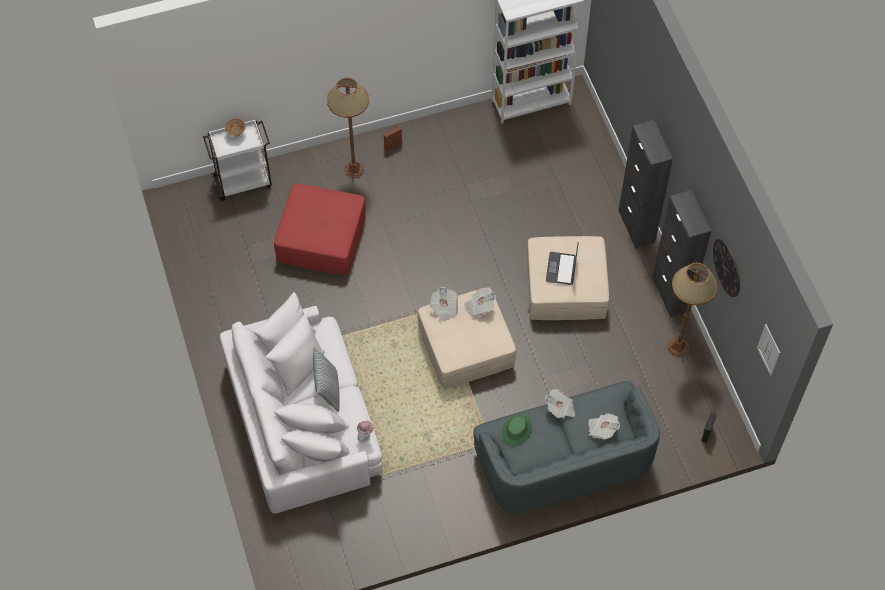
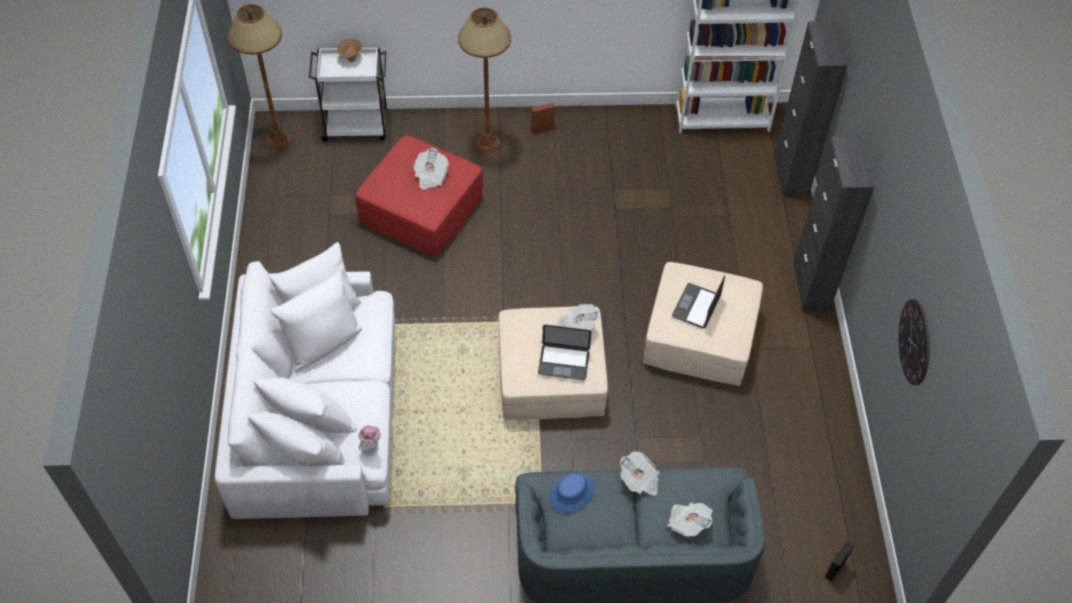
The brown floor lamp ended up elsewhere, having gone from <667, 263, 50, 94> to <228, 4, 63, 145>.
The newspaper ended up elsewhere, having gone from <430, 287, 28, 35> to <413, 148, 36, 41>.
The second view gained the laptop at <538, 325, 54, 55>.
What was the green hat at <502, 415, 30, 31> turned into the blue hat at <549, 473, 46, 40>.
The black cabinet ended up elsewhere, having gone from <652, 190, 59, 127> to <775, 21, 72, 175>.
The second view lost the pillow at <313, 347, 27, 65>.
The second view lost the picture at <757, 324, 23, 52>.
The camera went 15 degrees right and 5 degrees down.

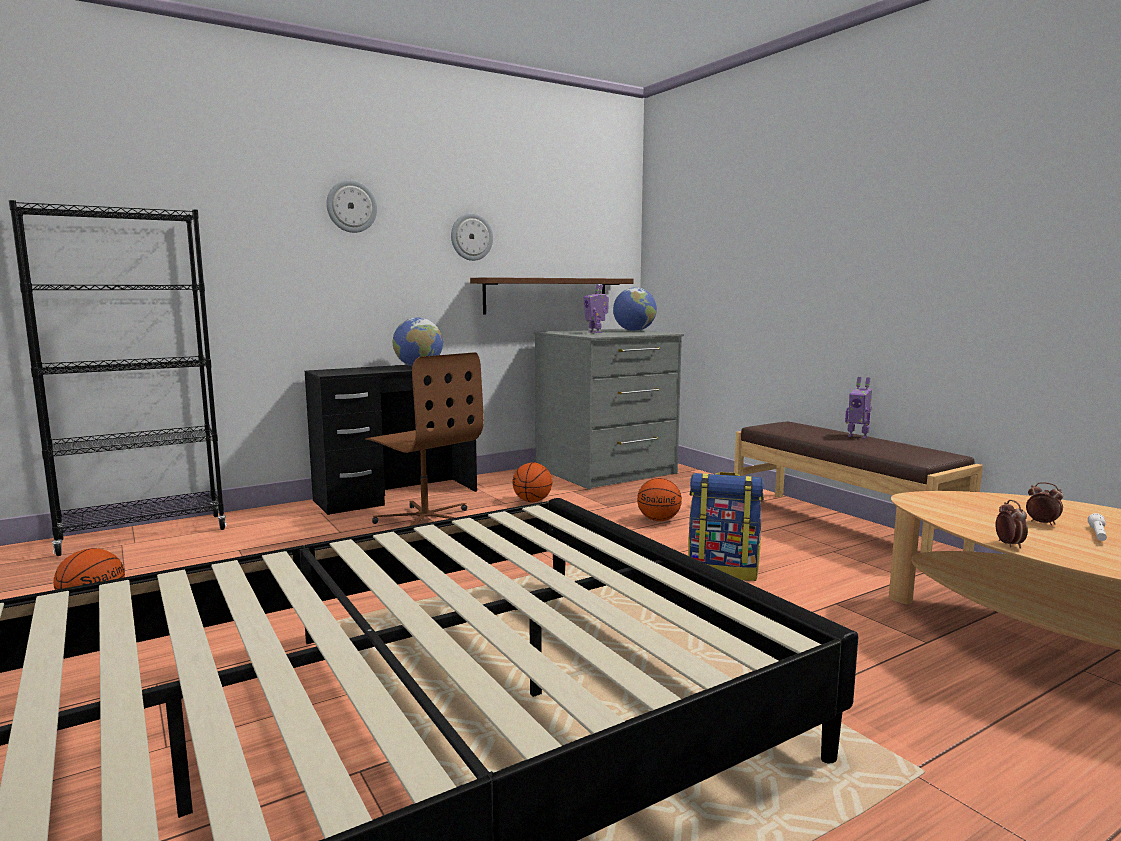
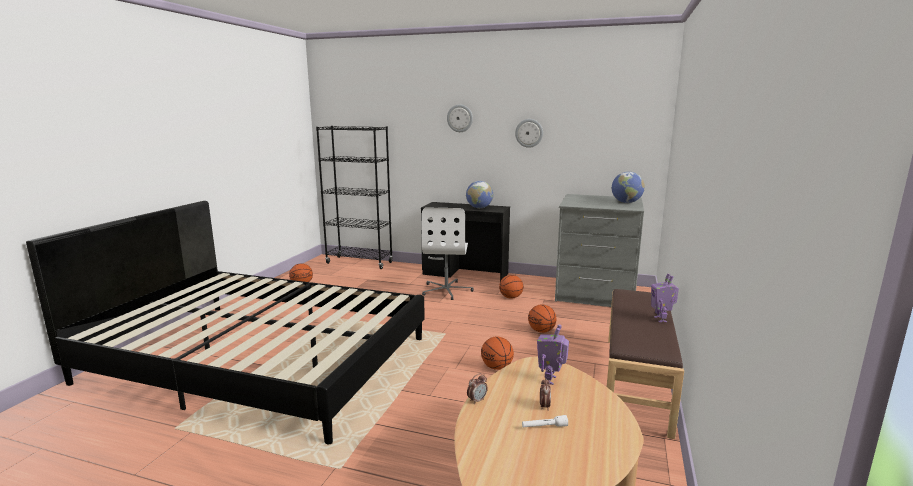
What was the brown office chair at <365, 352, 119, 174> turned into the white office chair at <422, 207, 52, 93>.
Where the backpack stood at <688, 472, 76, 109>, the basketball came to stand at <481, 337, 33, 33>.
The toy robot ended up elsewhere, having gone from <583, 284, 26, 49> to <537, 324, 32, 61>.
The second view lost the brown shelf at <470, 277, 164, 38>.
The camera went 50 degrees right and 5 degrees up.

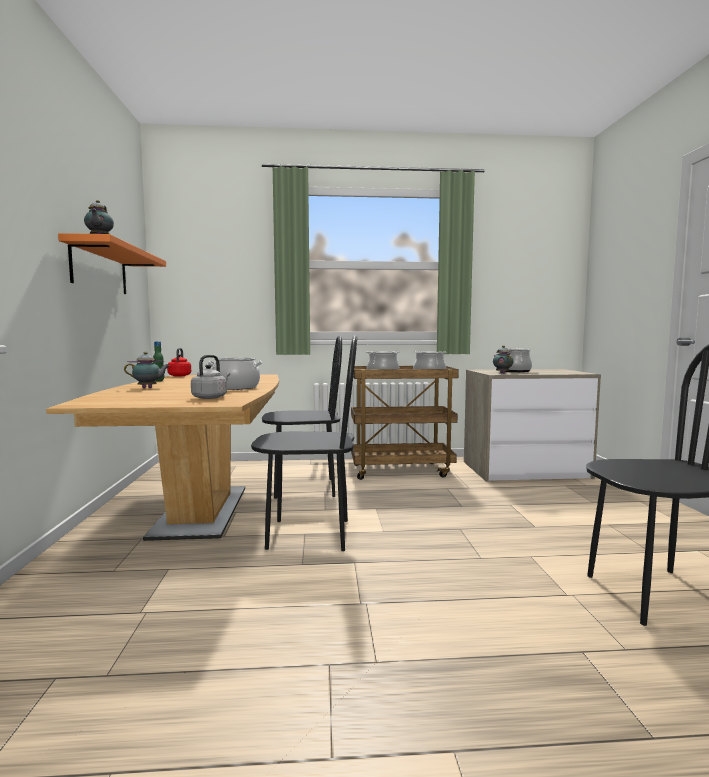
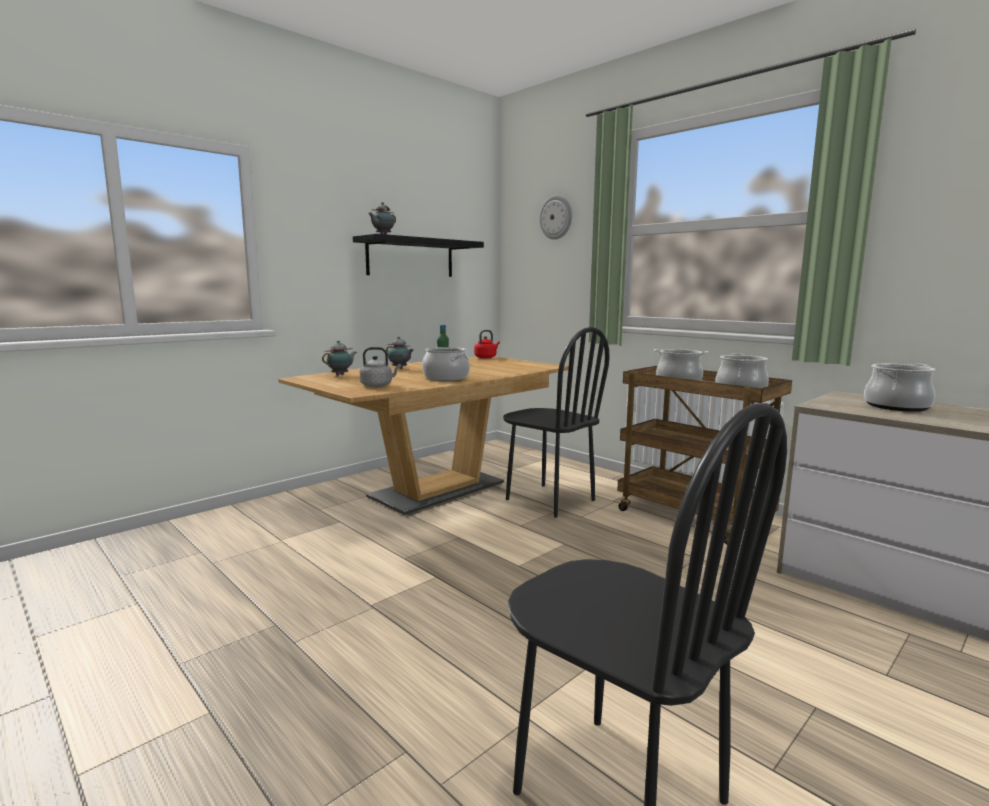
The teapot ended up elsewhere, having gone from <493, 346, 20, 28> to <322, 340, 35, 36>.
What was the orange shelf at <58, 233, 108, 61> turned into the black shelf at <353, 234, 131, 43>.
The second view gained the wall clock at <539, 195, 33, 45>.
The second view lost the black chair at <251, 335, 106, 216>.
The camera went 50 degrees right and 5 degrees up.

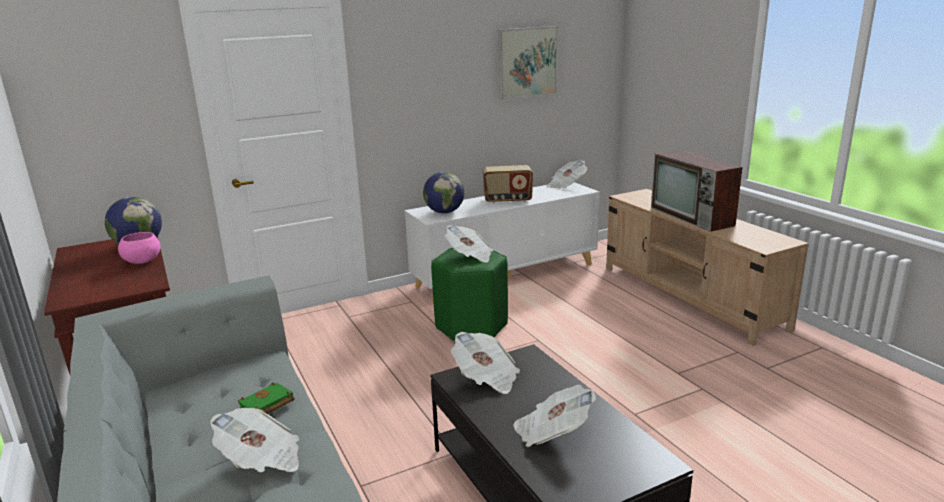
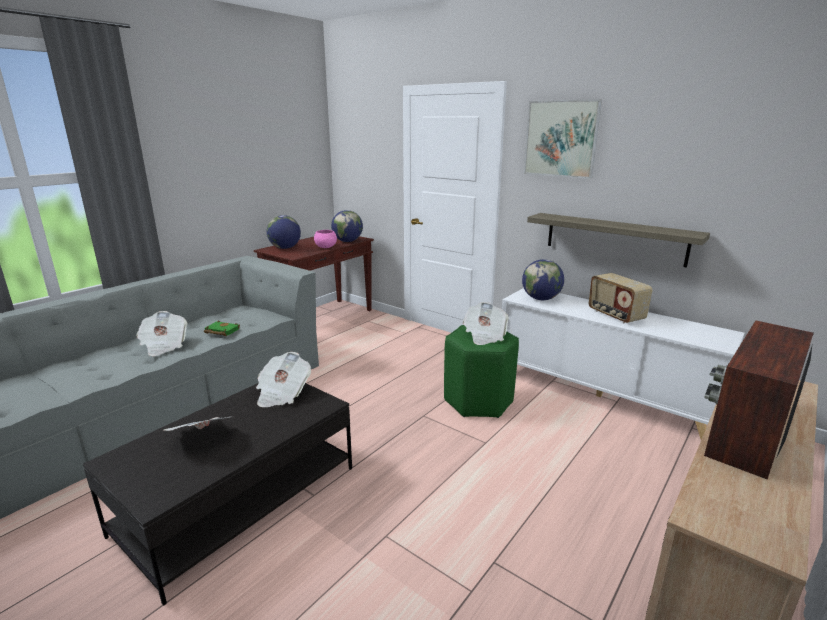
The second view gained the globe at <267, 215, 34, 34>.
The picture ended up elsewhere, having gone from <498, 26, 60, 74> to <524, 99, 78, 80>.
The second view gained the shelf at <527, 213, 183, 55>.
The second view lost the newspaper at <547, 160, 40, 29>.
The camera went 65 degrees right and 0 degrees up.

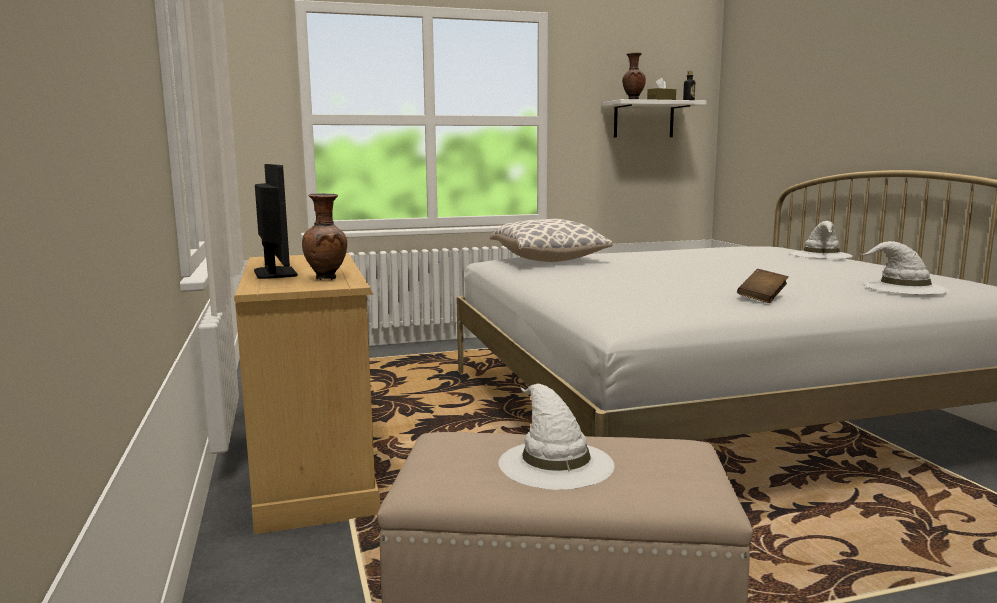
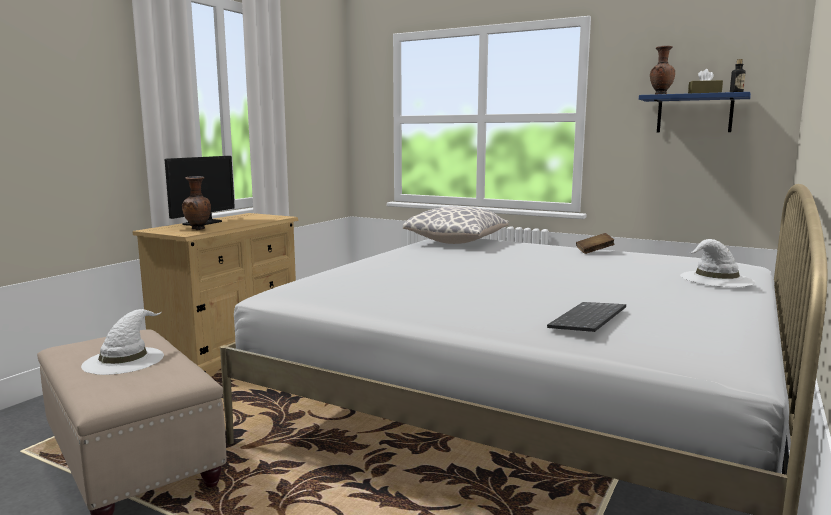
Where the white hat stood at <859, 241, 91, 53>, the keyboard came to stand at <547, 302, 79, 30>.
The brown book ended up elsewhere, having gone from <737, 269, 52, 34> to <576, 233, 39, 21>.
What was the white shelf at <603, 99, 103, 38> turned into the blue shelf at <639, 92, 112, 40>.
The camera went 45 degrees right and 0 degrees up.

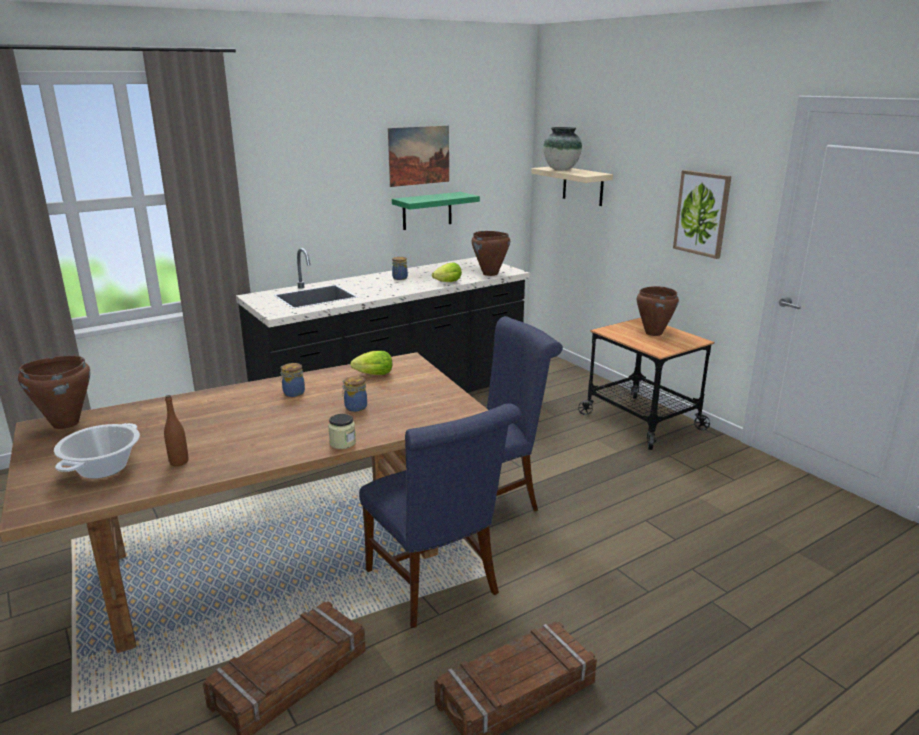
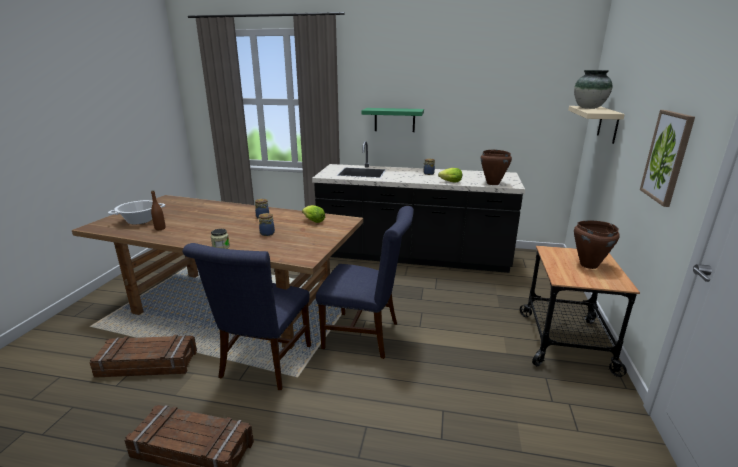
The green shelf ended up elsewhere, having gone from <392, 192, 88, 38> to <361, 108, 63, 24>.
The second view lost the brown cooking pot at <18, 356, 72, 73>.
The second view lost the picture at <388, 125, 61, 62>.
The camera went 45 degrees right and 0 degrees up.

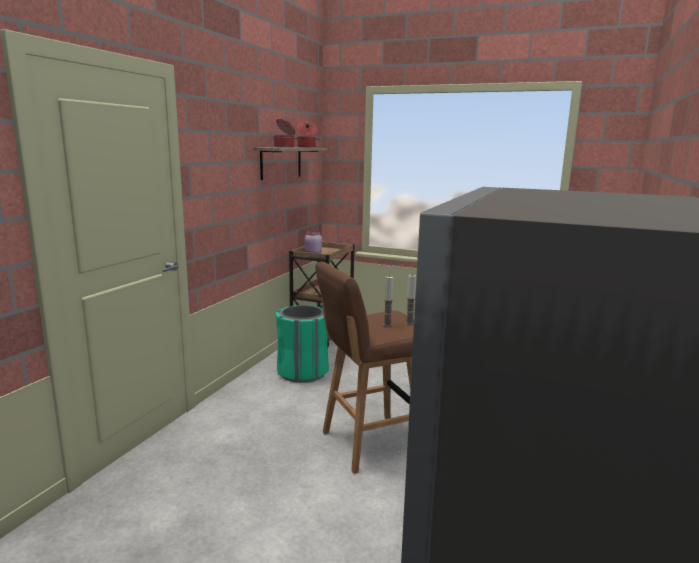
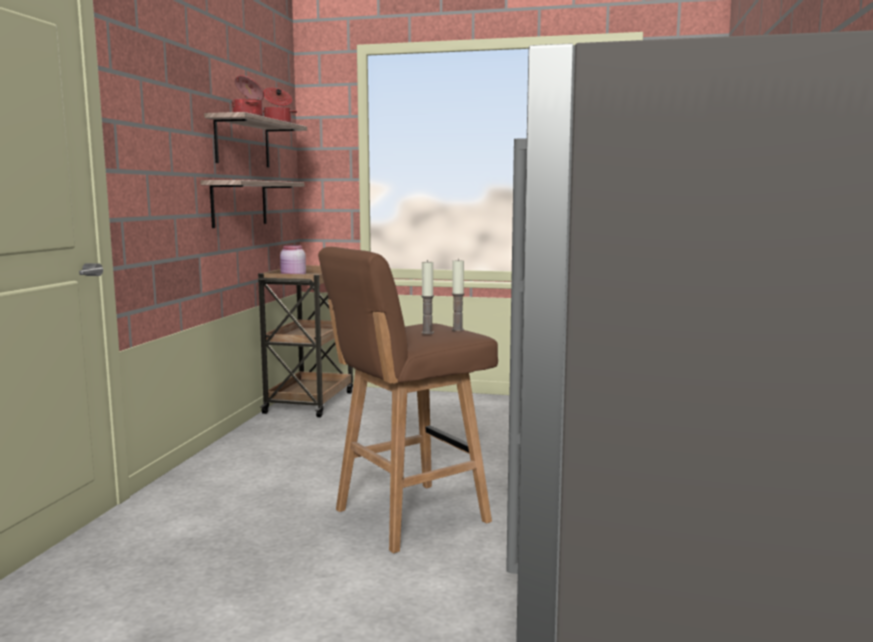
The second view gained the shelf at <200, 180, 104, 48>.
The second view lost the green trash can at <276, 305, 53, 78>.
The camera went 10 degrees left and 5 degrees down.

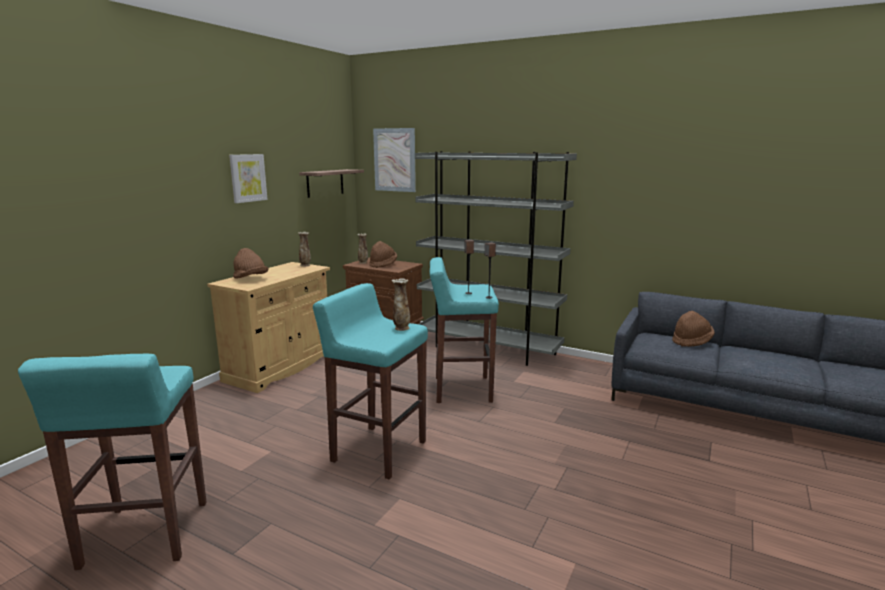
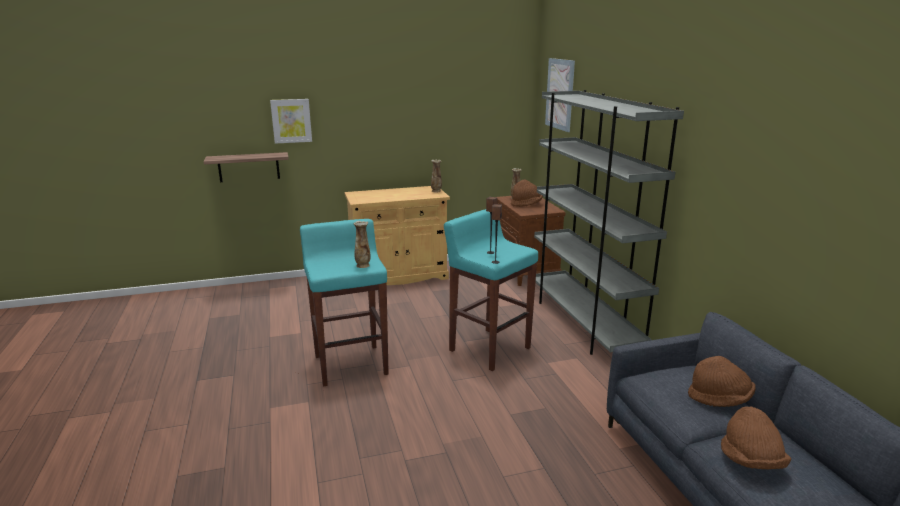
The shelf ended up elsewhere, having gone from <299, 169, 65, 29> to <203, 152, 86, 30>.
The picture ended up elsewhere, having gone from <229, 154, 39, 49> to <270, 99, 42, 45>.
The brown hat ended up elsewhere, having gone from <233, 248, 35, 30> to <721, 406, 70, 63>.
The second view lost the turquoise stool at <18, 354, 188, 216>.
The camera went 45 degrees right and 5 degrees up.

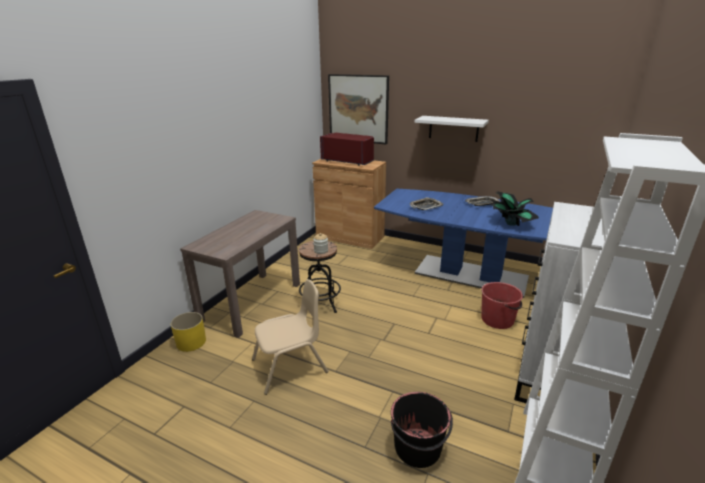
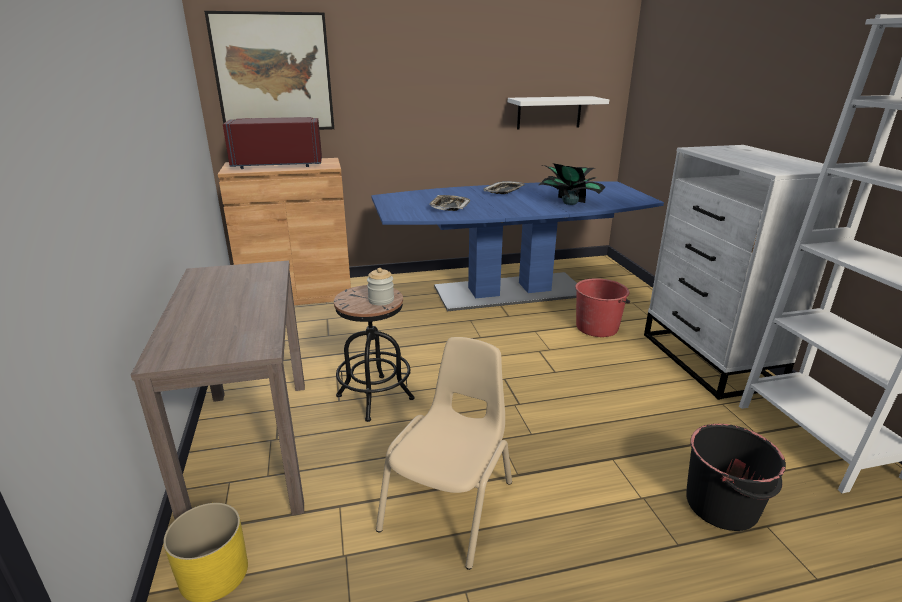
The white shelf ended up elsewhere, having gone from <414, 116, 75, 26> to <508, 96, 101, 33>.
The camera went 40 degrees left and 0 degrees up.

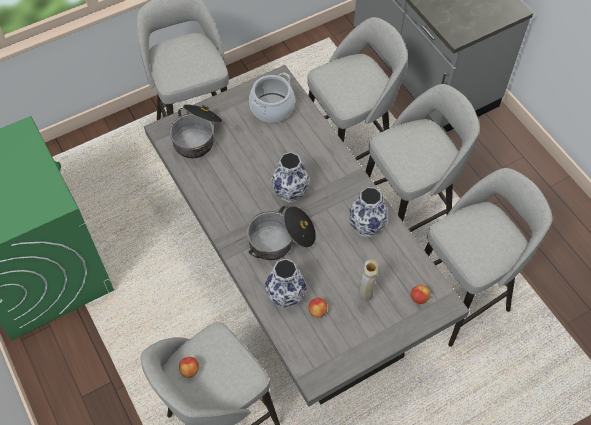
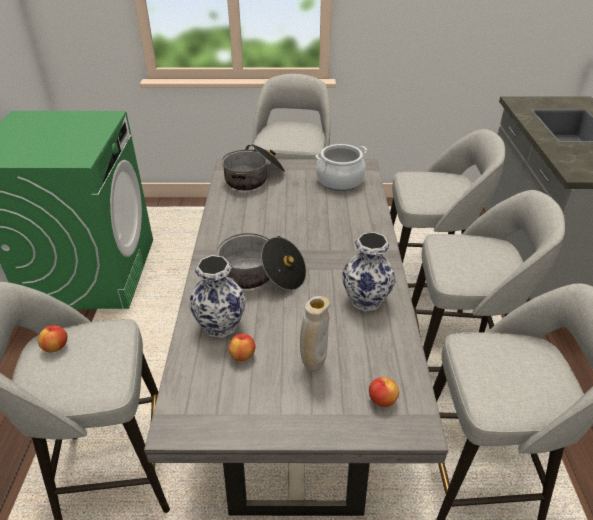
The second view lost the vase at <271, 152, 39, 51>.
The camera went 30 degrees right and 20 degrees down.

